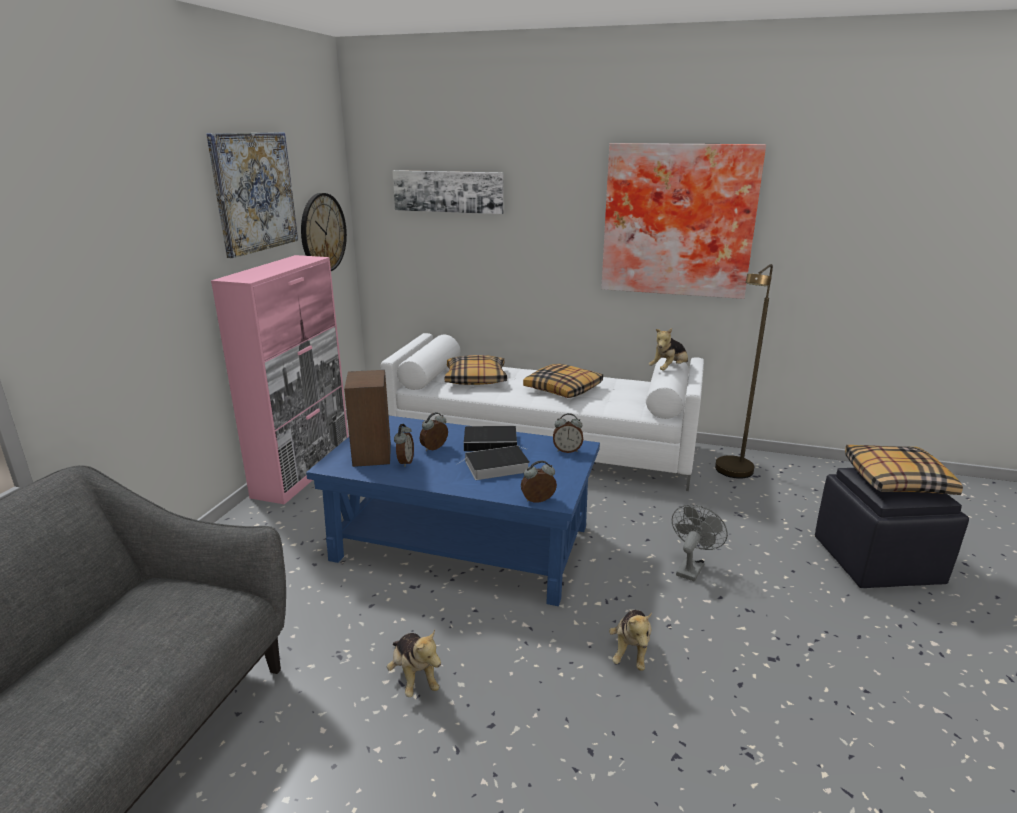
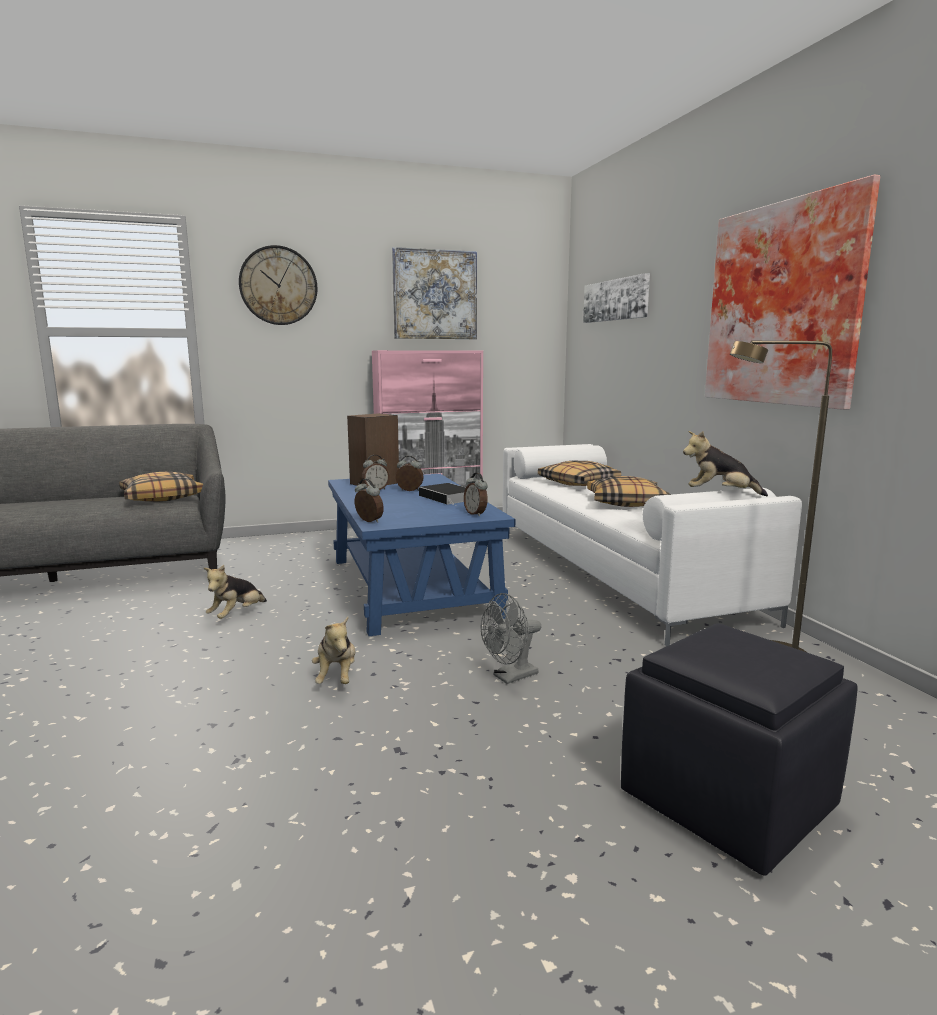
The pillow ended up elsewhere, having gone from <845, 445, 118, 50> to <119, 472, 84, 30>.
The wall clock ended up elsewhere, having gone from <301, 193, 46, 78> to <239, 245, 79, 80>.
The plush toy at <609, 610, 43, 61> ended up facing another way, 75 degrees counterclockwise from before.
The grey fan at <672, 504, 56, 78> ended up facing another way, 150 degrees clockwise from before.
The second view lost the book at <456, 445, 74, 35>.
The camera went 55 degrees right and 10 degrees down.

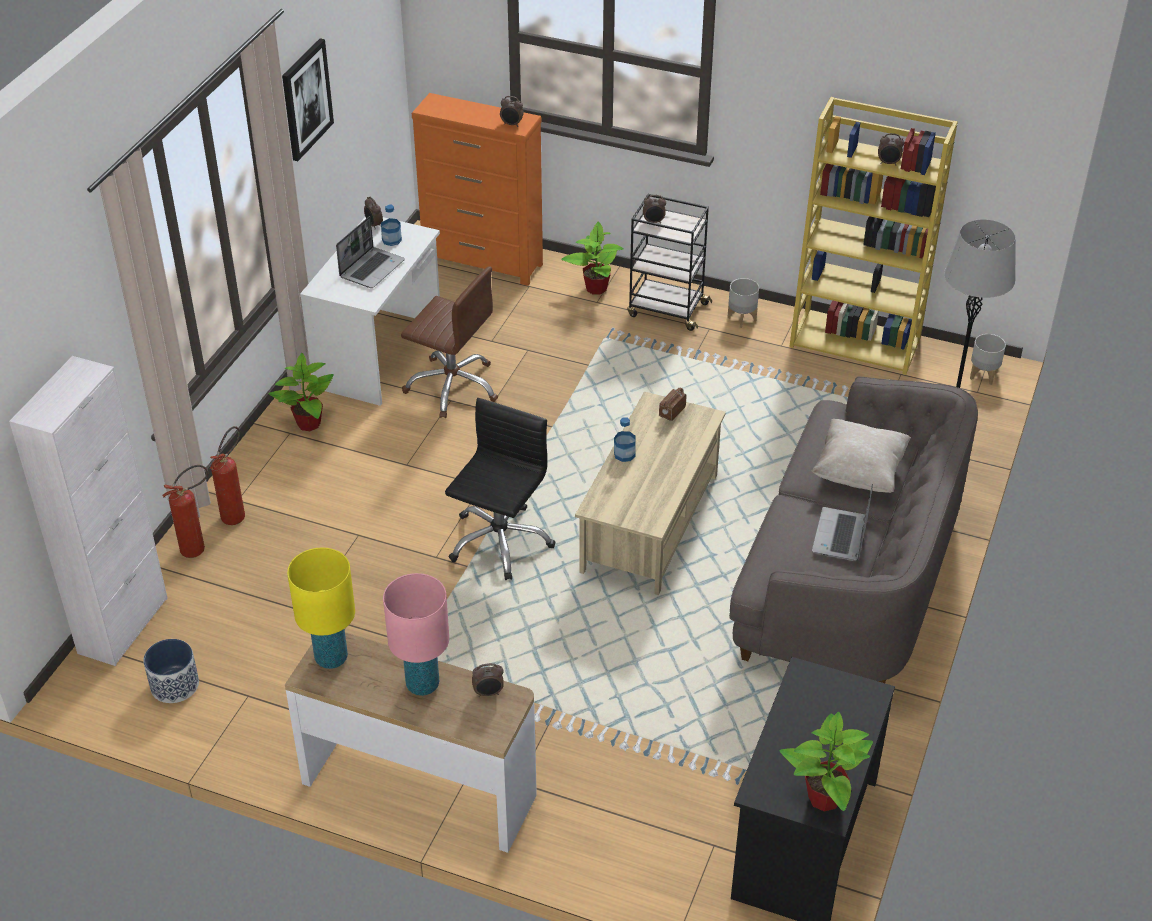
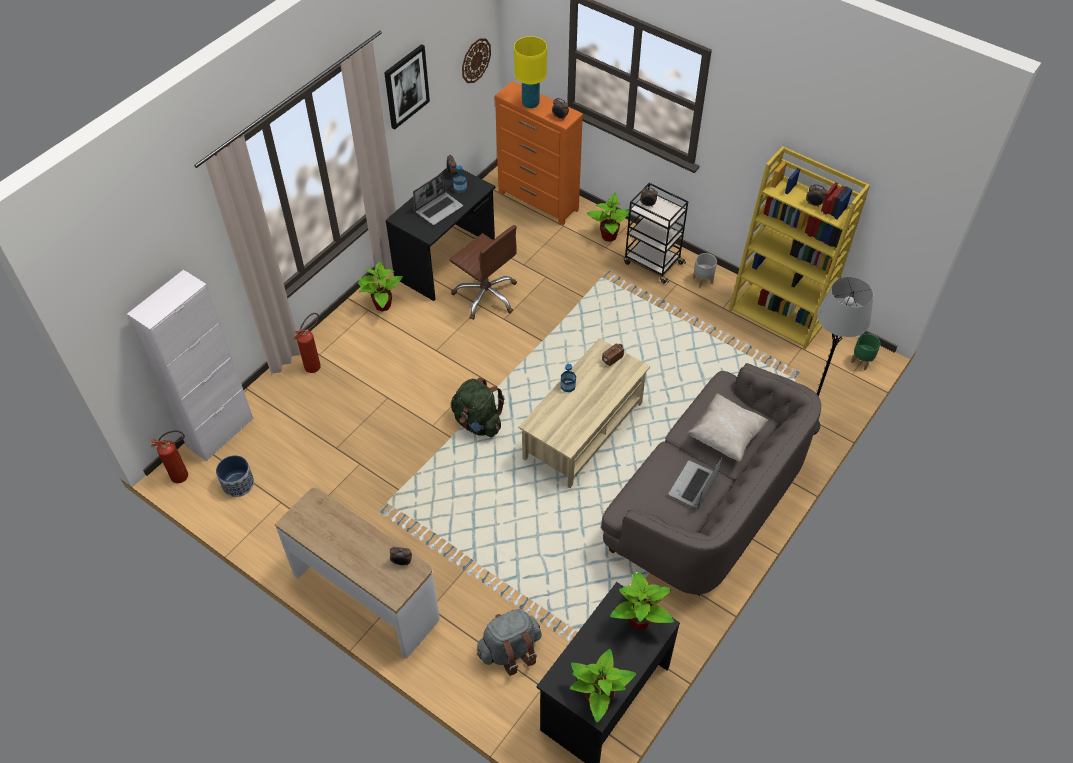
The fire extinguisher ended up elsewhere, having gone from <162, 465, 46, 93> to <151, 430, 37, 53>.
What was the white desk at <300, 217, 140, 189> turned into the black desk at <385, 168, 110, 133>.
Where the black office chair stood at <445, 398, 110, 182>, the green backpack came to stand at <451, 378, 54, 59>.
The second view gained the wall clock at <462, 39, 29, 44>.
The second view gained the grey backpack at <477, 609, 65, 67>.
The yellow table lamp ended up elsewhere, having gone from <287, 548, 68, 121> to <514, 36, 33, 72>.
The second view gained the potted plant at <610, 572, 64, 58>.
What was the grey planter at <970, 334, 36, 51> turned into the green planter at <851, 334, 30, 36>.
The second view lost the pink table lamp at <383, 573, 66, 123>.
The camera went 15 degrees right and 10 degrees up.

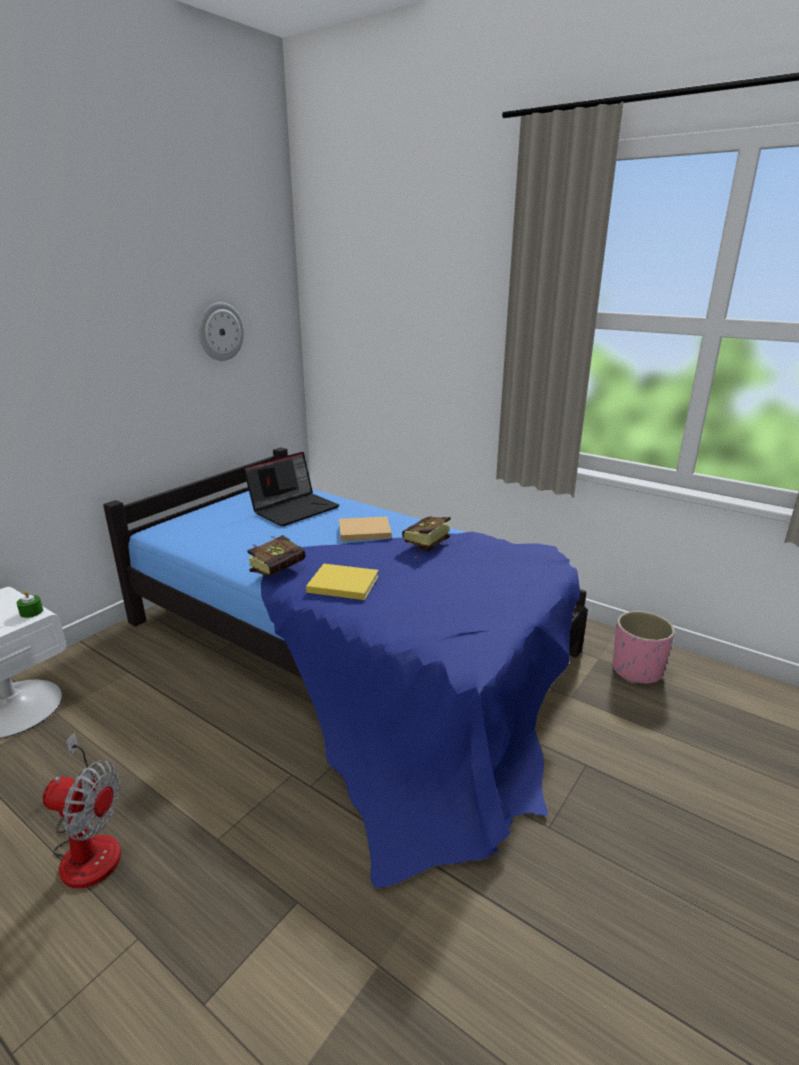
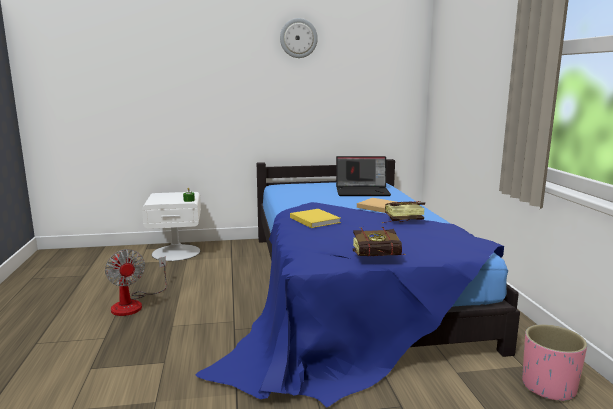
The wall clock ended up elsewhere, having gone from <199, 302, 45, 59> to <280, 18, 38, 40>.
The book ended up elsewhere, having gone from <248, 535, 58, 41> to <353, 227, 52, 29>.
The camera went 45 degrees right and 10 degrees down.

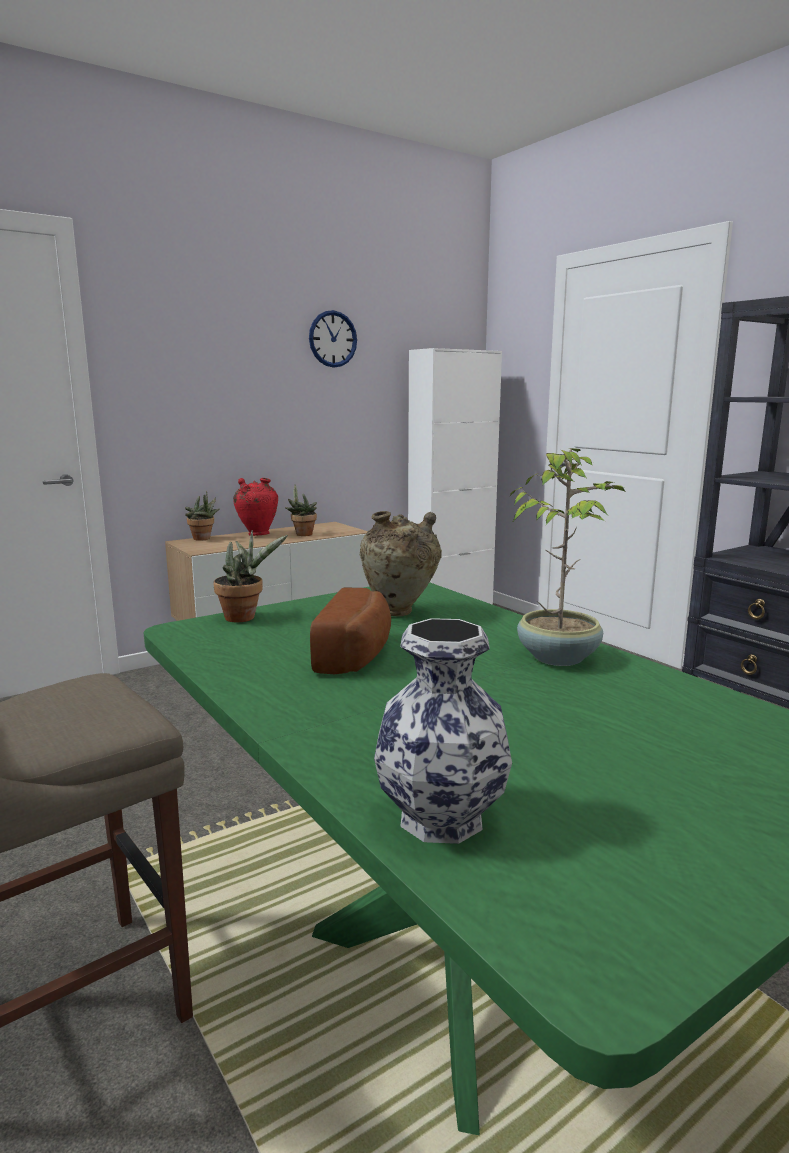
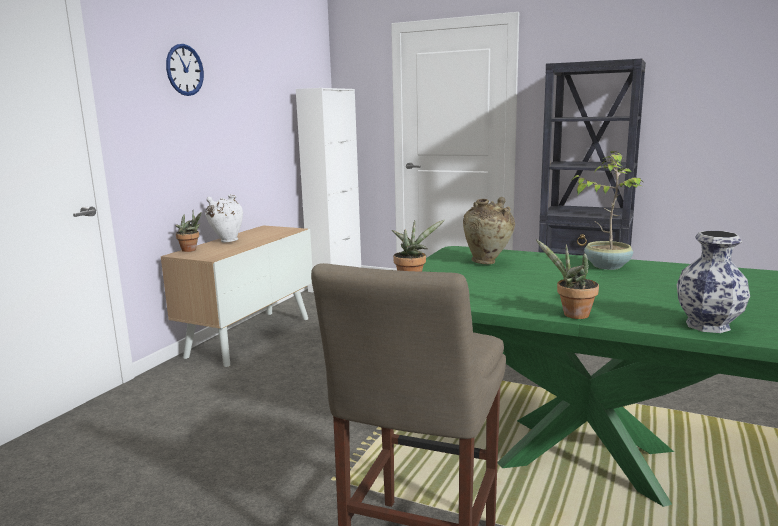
The wall clock ended up elsewhere, having gone from <309, 310, 48, 58> to <166, 44, 38, 52>.
What was the red vase at <233, 478, 45, 58> turned into the white vase at <205, 195, 38, 48>.
The potted plant ended up elsewhere, having gone from <285, 485, 32, 51> to <536, 239, 63, 80>.
The second view lost the bread at <310, 588, 81, 86>.
The camera went 30 degrees left and 0 degrees up.

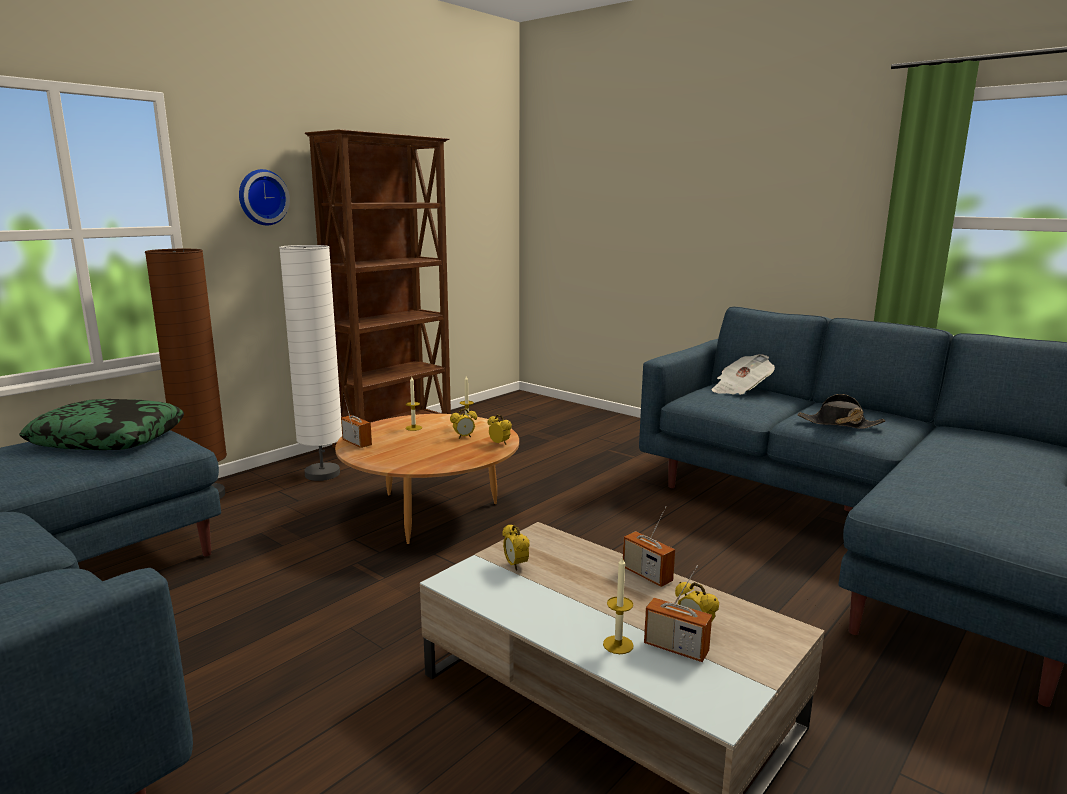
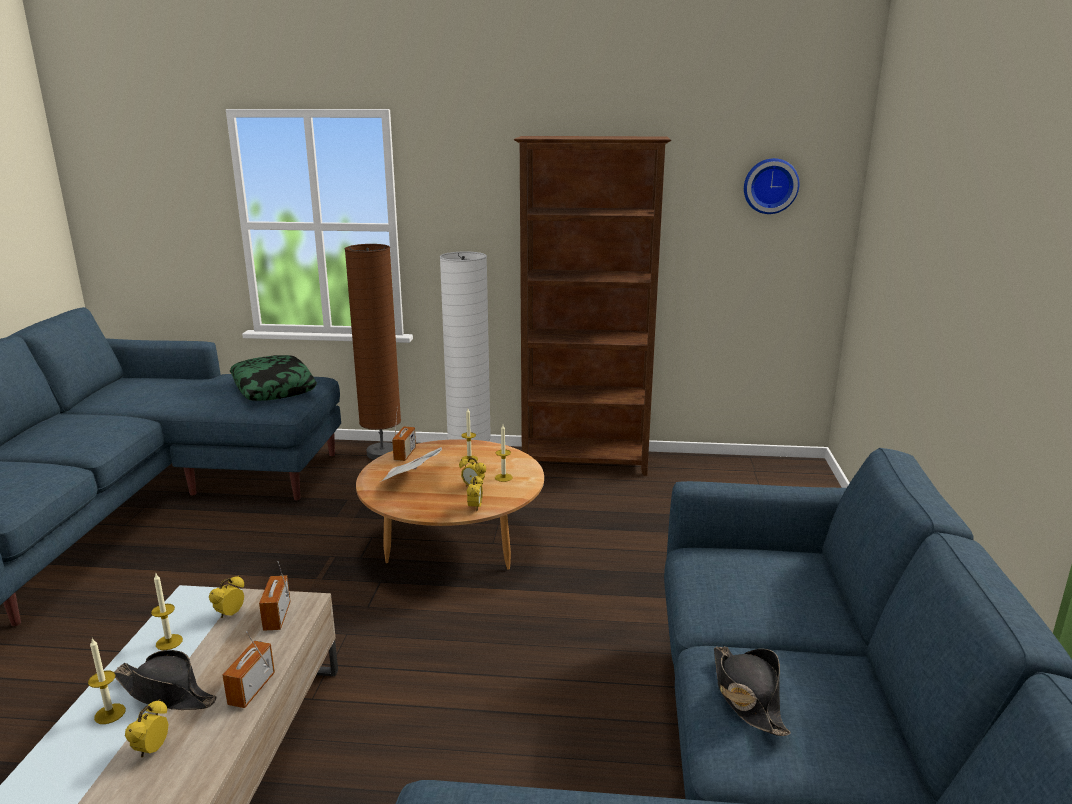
The second view gained the black hat at <114, 650, 103, 60>.
The second view gained the candle at <151, 574, 32, 76>.
The radio ended up elsewhere, having gone from <644, 565, 68, 97> to <259, 561, 32, 70>.
The newspaper ended up elsewhere, having gone from <712, 354, 63, 41> to <380, 447, 62, 35>.
The wall clock ended up elsewhere, having gone from <239, 169, 51, 56> to <744, 158, 55, 56>.
The camera went 55 degrees right and 5 degrees up.

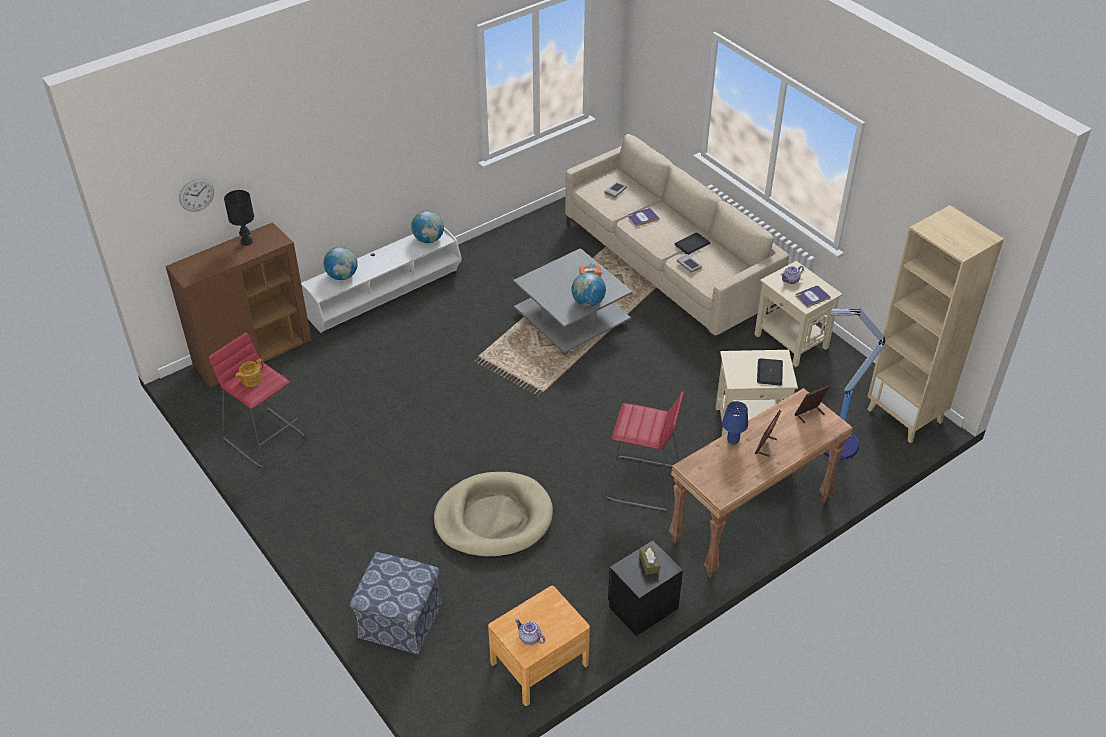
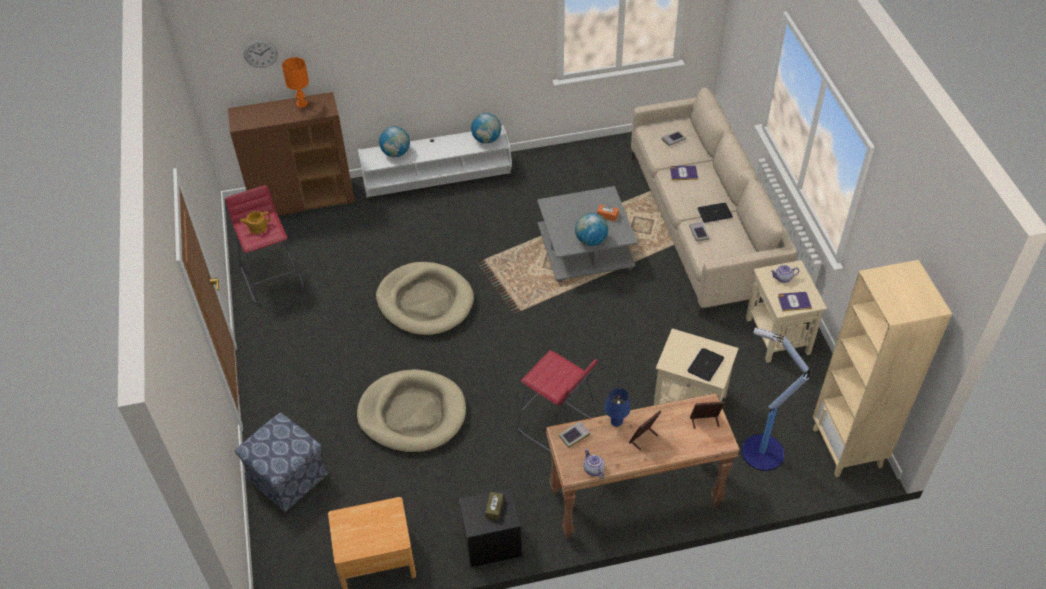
What was the black table lamp at <224, 190, 30, 55> turned into the orange table lamp at <282, 57, 27, 51>.
The second view gained the beige dog bed at <376, 262, 98, 74>.
The second view gained the book at <559, 422, 31, 26>.
The teapot ended up elsewhere, having gone from <515, 619, 30, 26> to <584, 448, 21, 31>.
The camera went 25 degrees right and 5 degrees up.

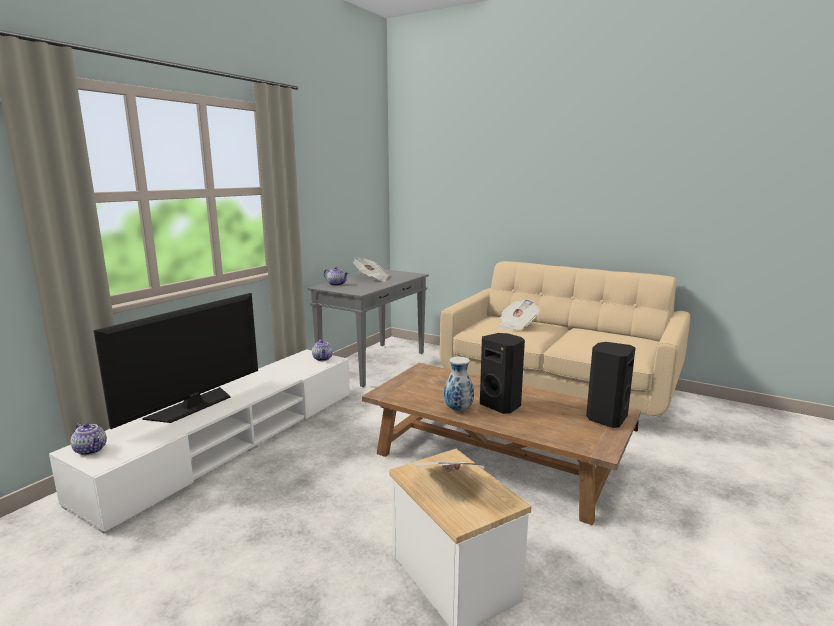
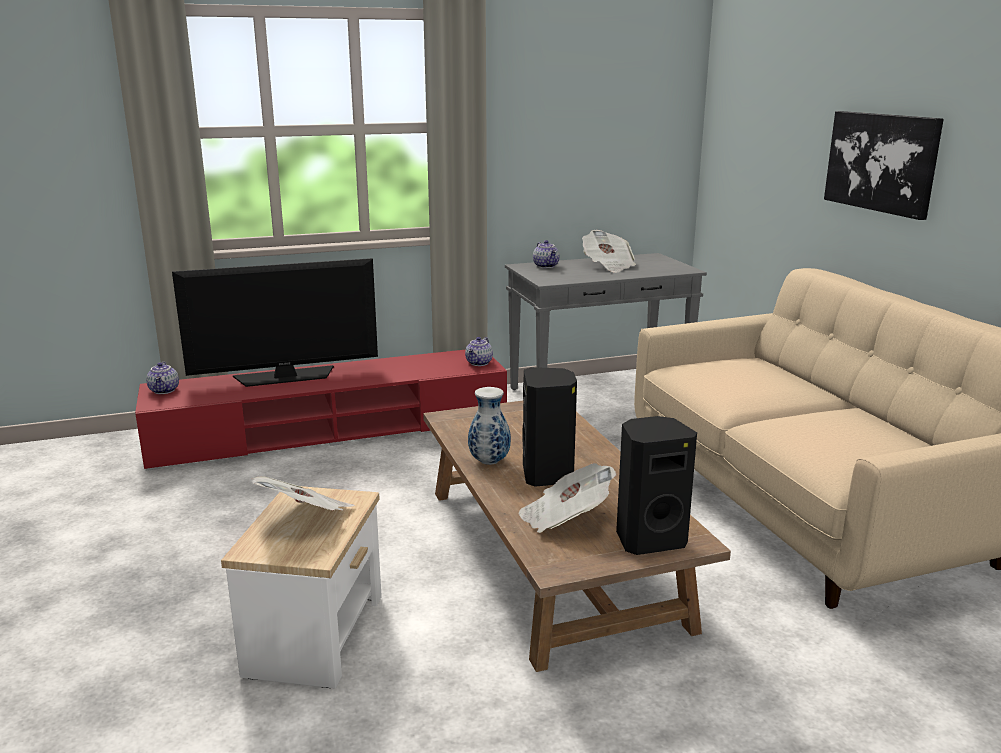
What was the white tv stand at <49, 349, 301, 185> turned into the red tv stand at <135, 350, 372, 121>.
The newspaper ended up elsewhere, having gone from <498, 299, 42, 31> to <518, 463, 98, 70>.
The second view gained the picture at <824, 111, 120, 109>.
The camera went 40 degrees right and 5 degrees up.

